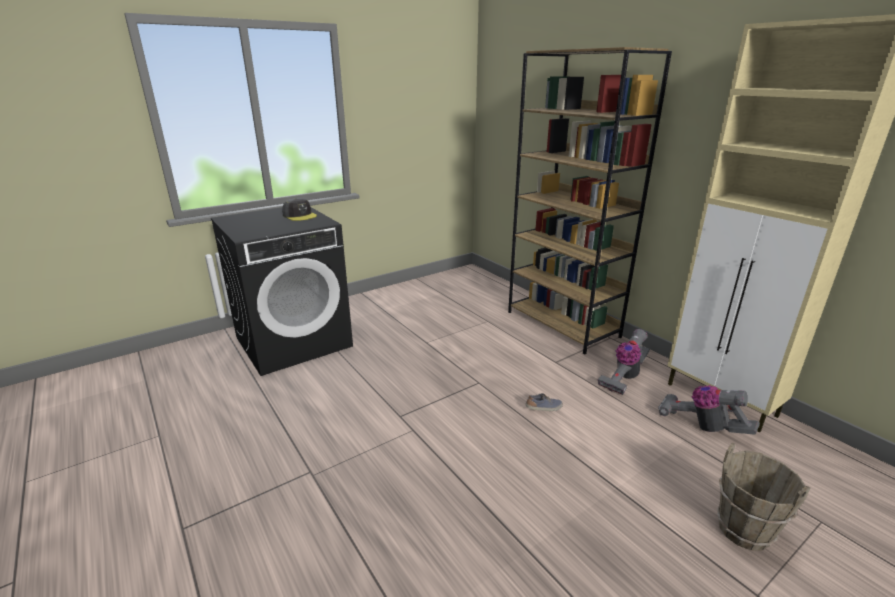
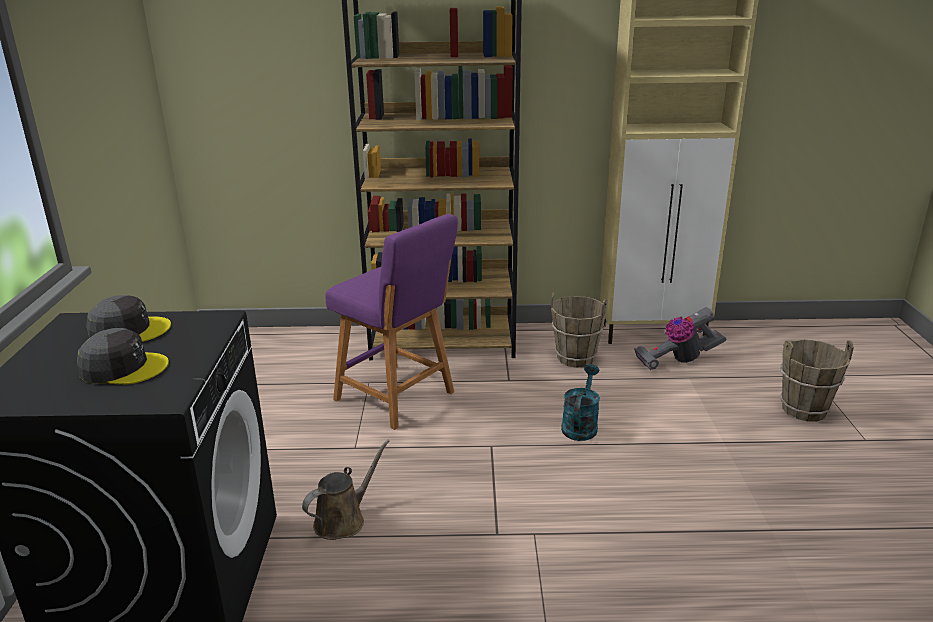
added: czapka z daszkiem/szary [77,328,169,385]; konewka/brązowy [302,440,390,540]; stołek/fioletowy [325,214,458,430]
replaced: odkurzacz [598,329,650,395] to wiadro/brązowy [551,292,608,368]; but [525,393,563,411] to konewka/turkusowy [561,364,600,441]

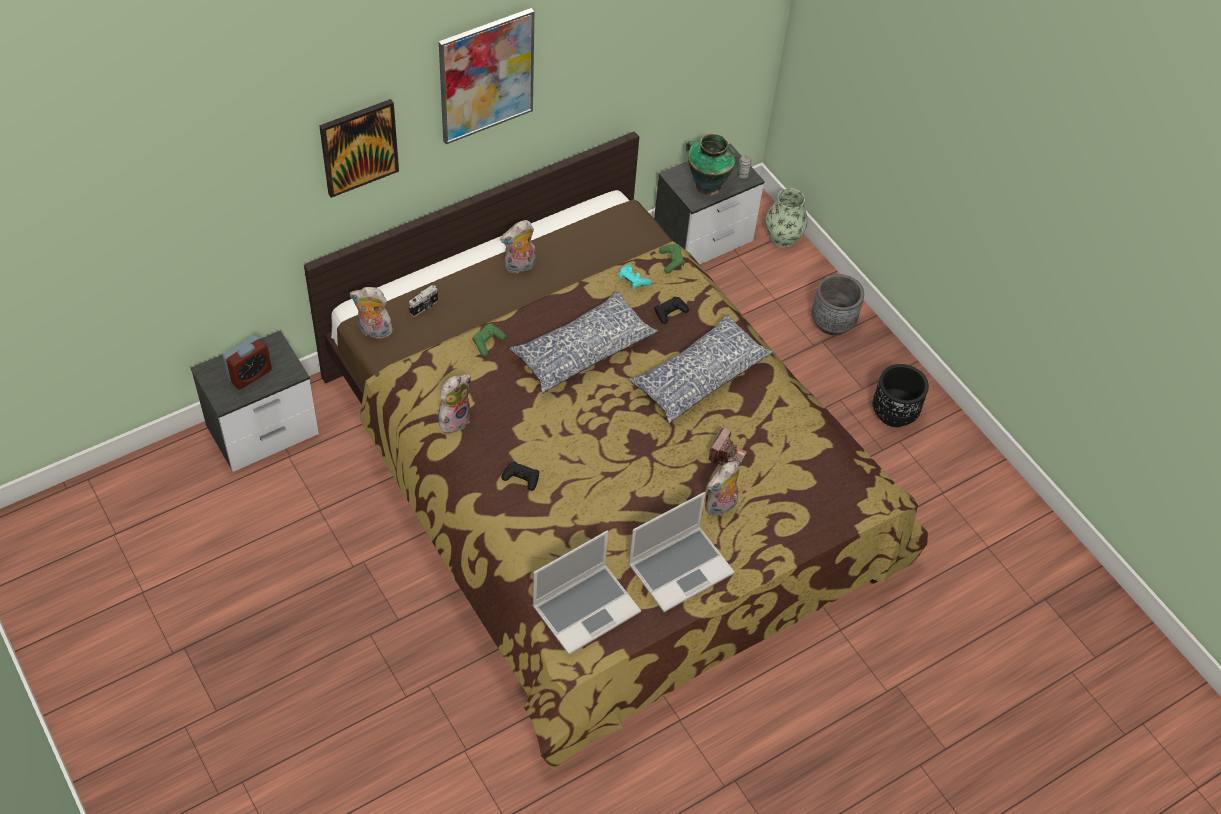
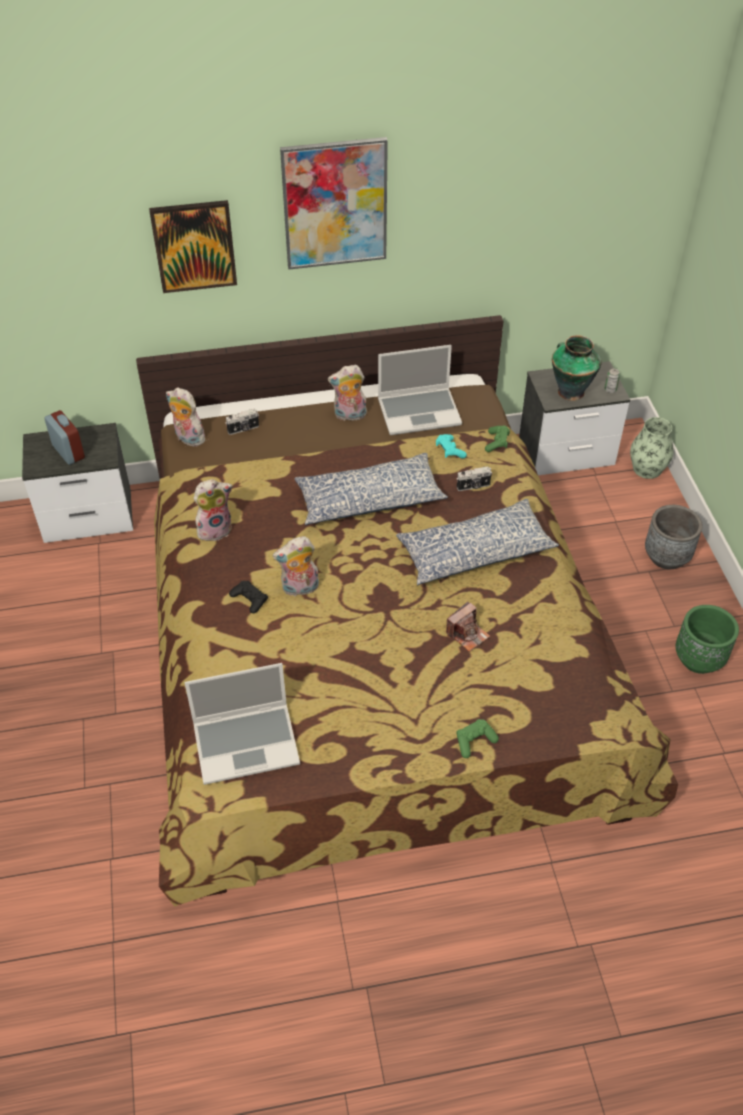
moved: pluszak [705,461,739,516] to [272,536,319,597]; laptop [628,492,735,612] to [378,345,462,435]; pad do gier/zielony [472,324,506,357] to [456,719,499,758]
replaced: pad do gier/czarny [654,297,689,324] to aparat fotograficzny [456,466,492,491]
recoloured: donica/czarny [873,364,929,427] to donica/zielony [675,605,739,674]
turned: budzik [223,335,272,390] = [44,410,85,465] 105 degrees counterclockwise

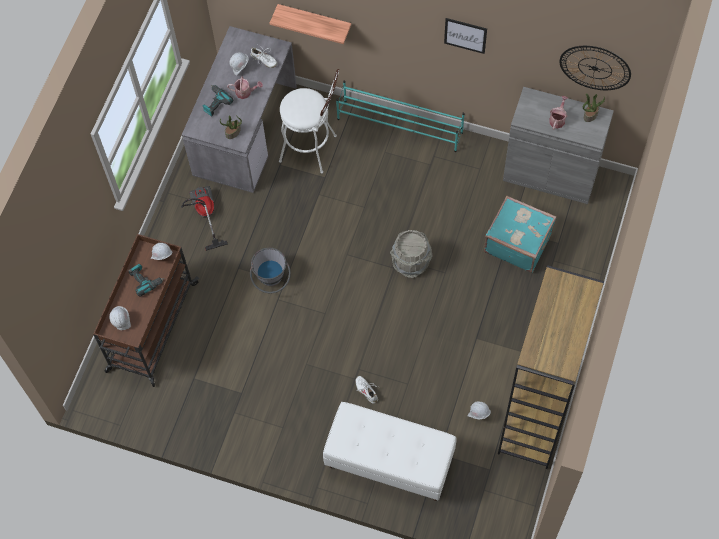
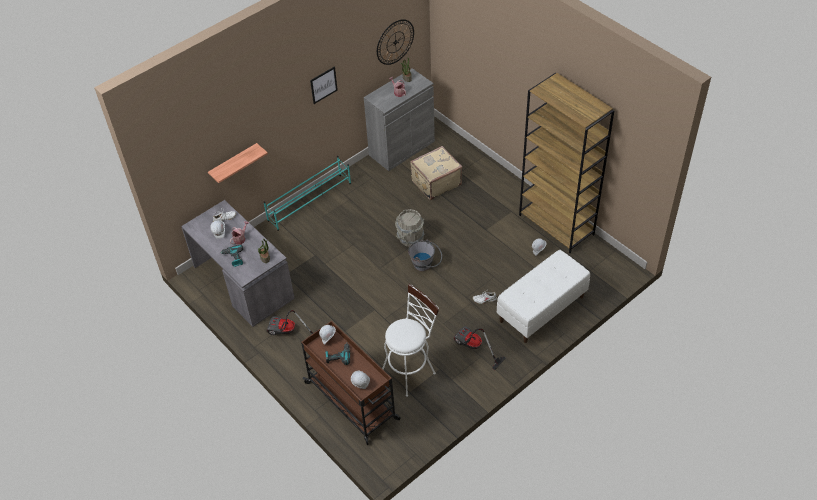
added: odkurzacz [453,326,506,370]
moved: stołek/biały [279,69,339,174] to [382,284,439,397]; wiadro/szary [250,248,291,294] to [408,240,442,271]
recoloured: walizka/turkusowy [484,196,557,273] to walizka/beżowy [410,146,462,200]

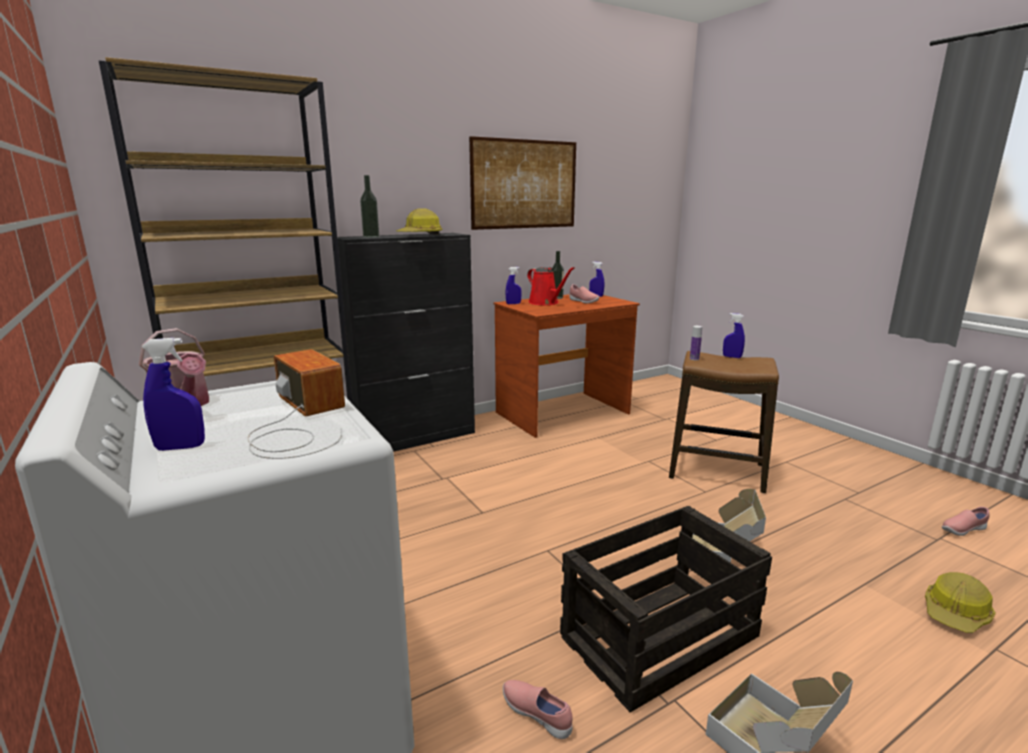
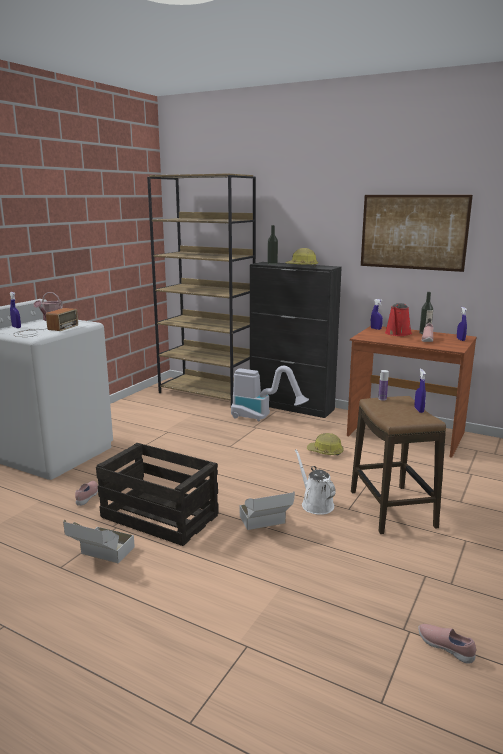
added: odkurzacz [231,366,309,422]; konewka/biały [295,449,336,515]
moved: kask [925,572,996,633] to [307,433,344,456]

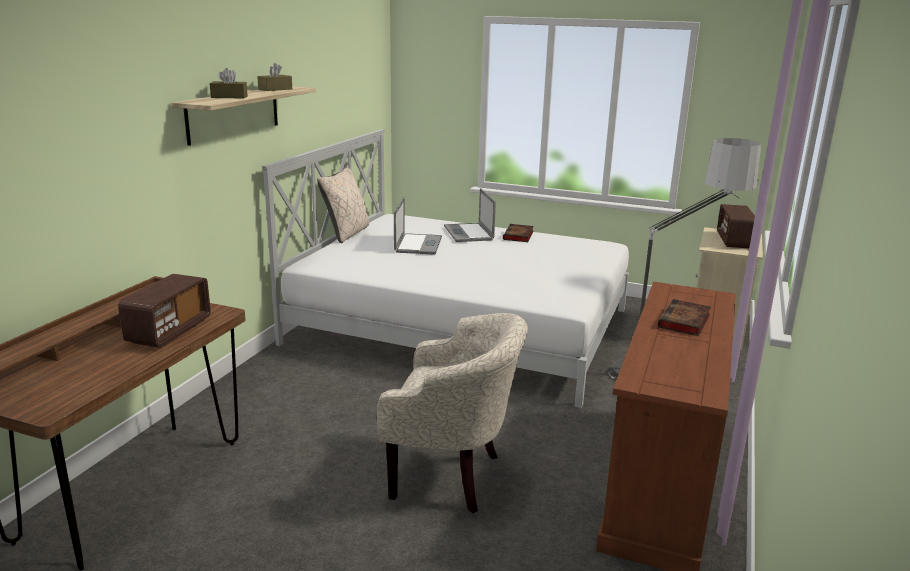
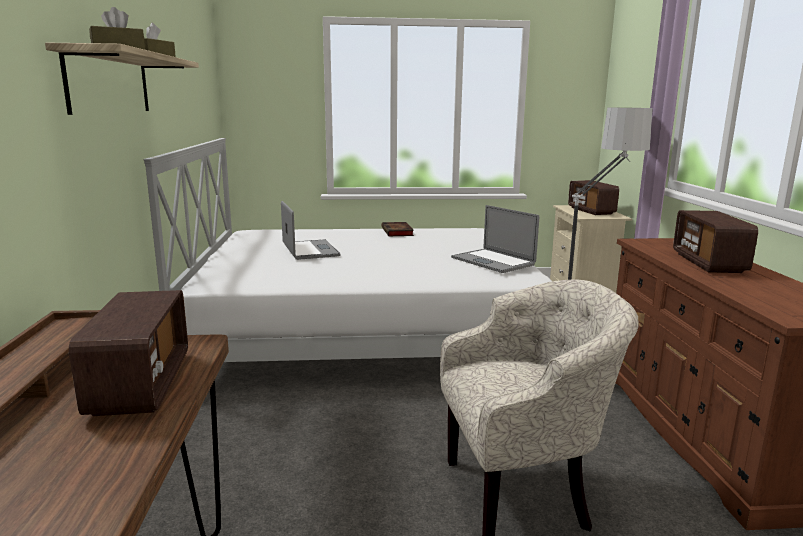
removed: poduszka/beżowy [317,165,369,243]
moved: laptop [444,188,496,242] to [451,205,539,273]
replaced: książka [658,299,711,336] to radio [673,210,758,273]

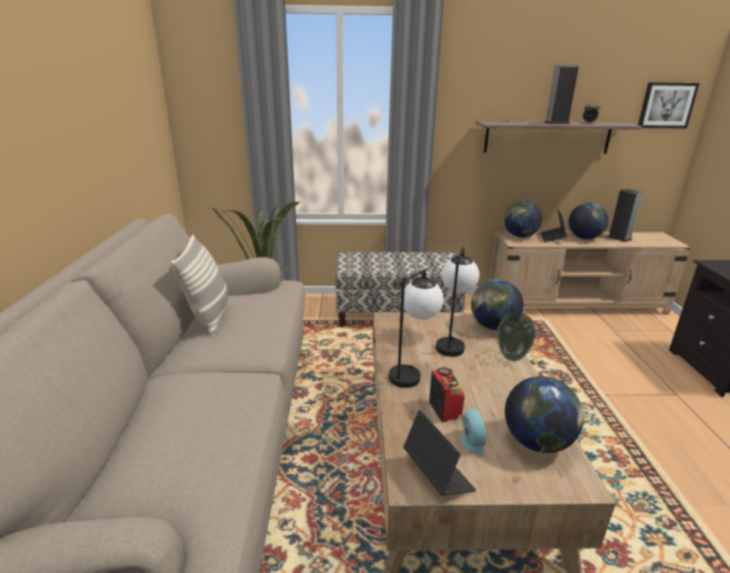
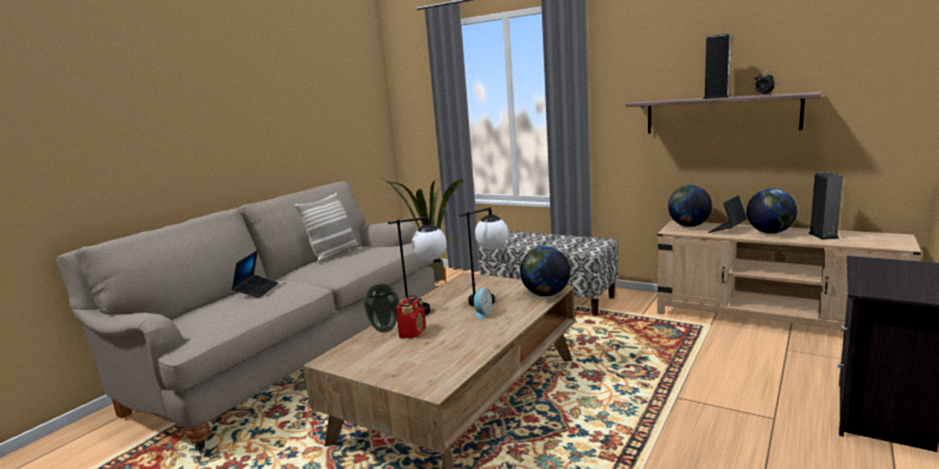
removed: globus [505,376,584,453]; obraz [638,82,700,129]
moved: laptop [403,410,476,496] to [231,250,278,298]; wazon [497,312,536,361] to [363,284,400,333]; budzik [461,409,487,455] to [473,288,493,319]

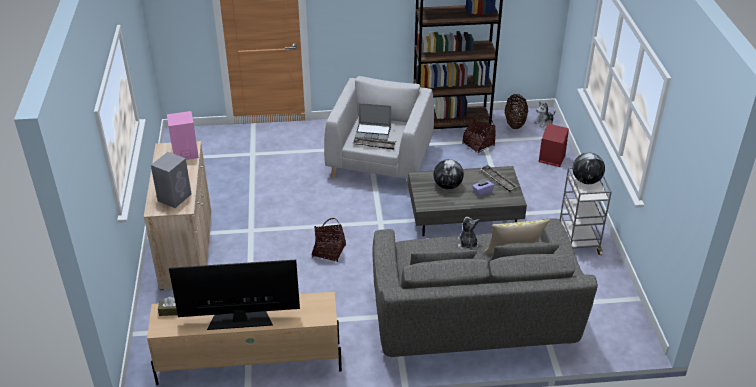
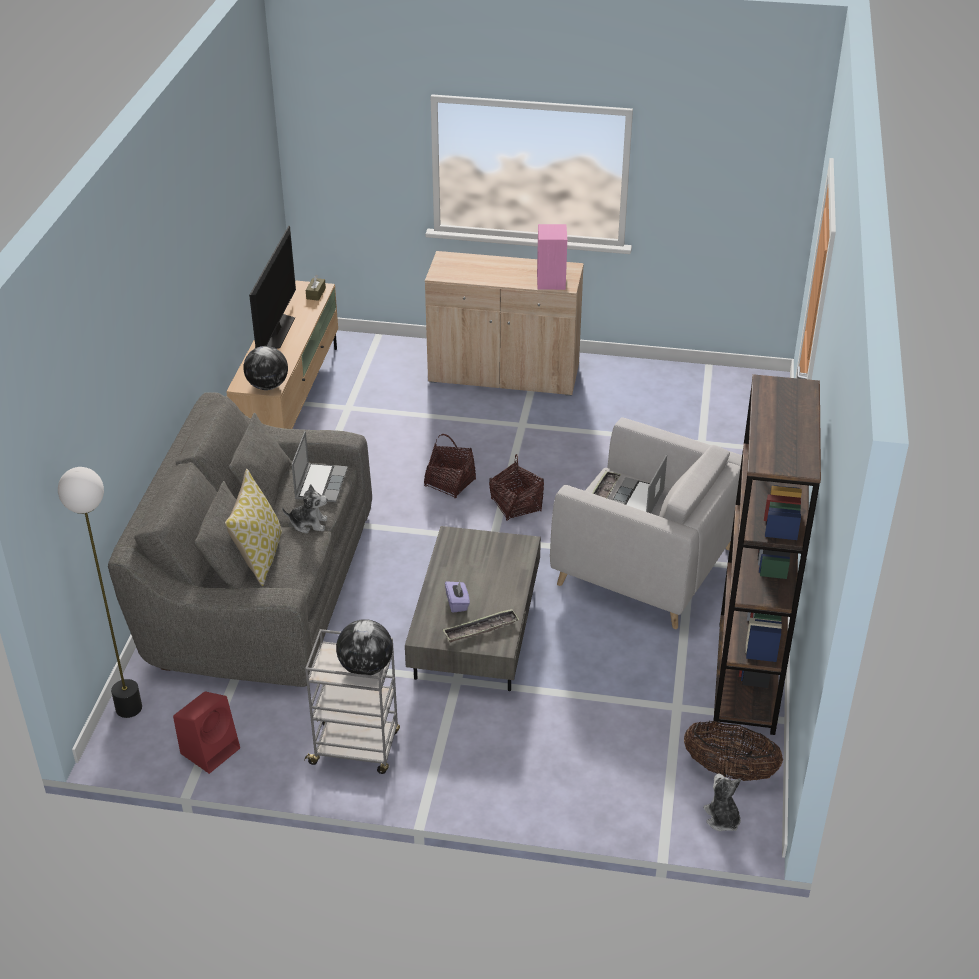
removed: głośnik/szary [151,152,192,208]
added: lampa stojąca [58,467,142,718]; laptop [292,431,348,502]
moved: głośnik/czerwony [539,124,569,167] to [173,691,240,774]; globus [433,159,464,189] to [244,346,288,390]; koszyk [462,115,496,154] to [489,454,544,520]

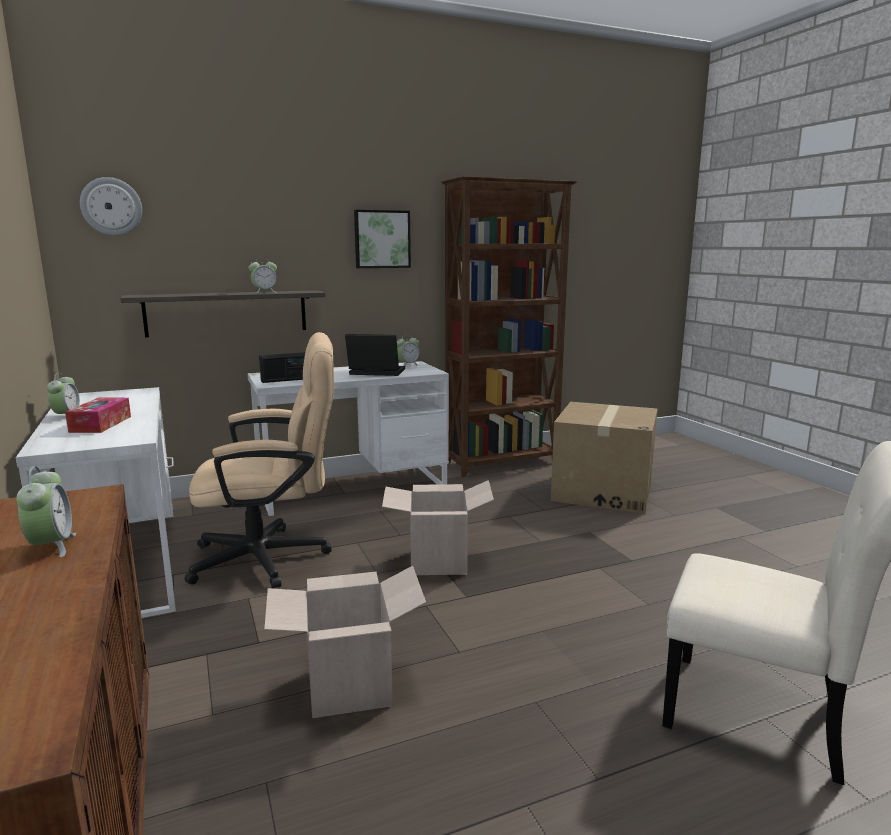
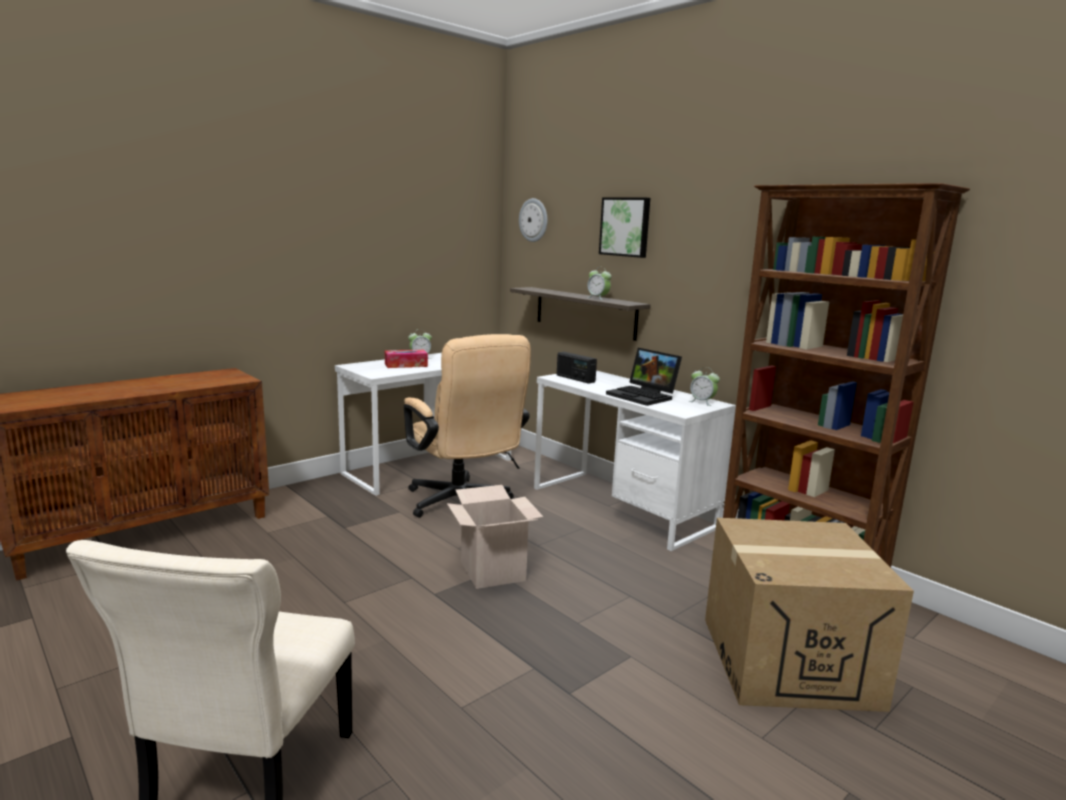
removed: budzik [16,466,76,557]; karton [264,566,426,718]
moved: obraz [354,210,411,268] to [599,197,650,258]
turned: laptop [345,334,405,376] = [606,348,682,406] 150 degrees clockwise

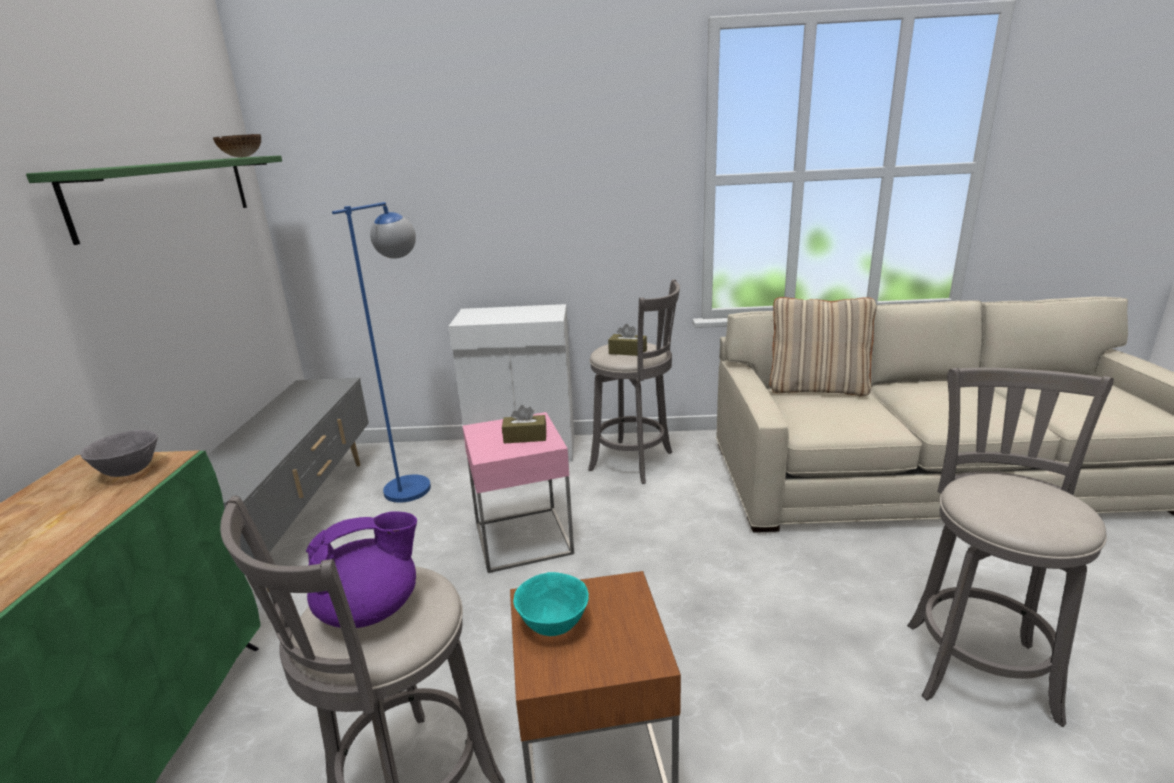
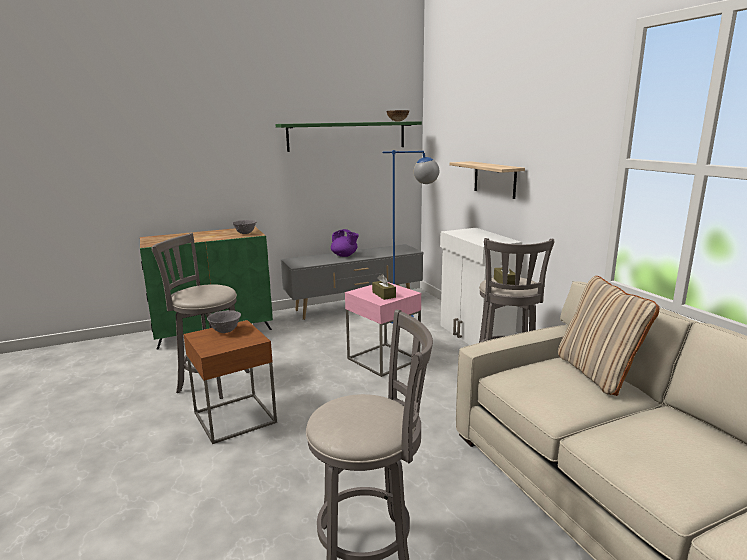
added: półka [450,161,525,199]
moved: imbryk/fioletowy [306,512,417,628] to [331,229,359,257]
recoloured: miska/turkusowy [513,572,589,636] to miska/szary [207,310,241,333]

